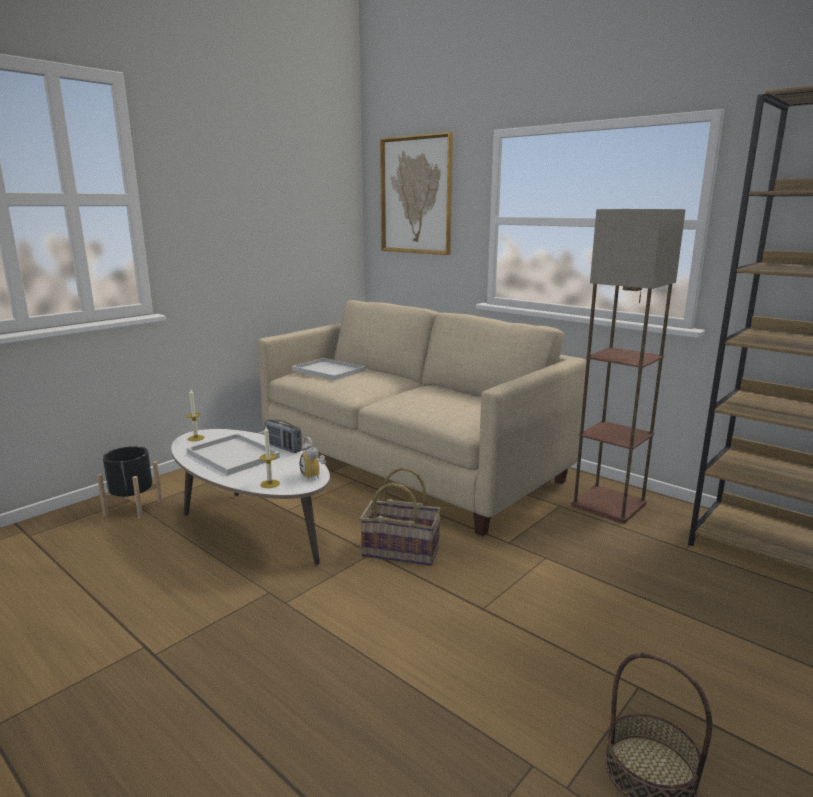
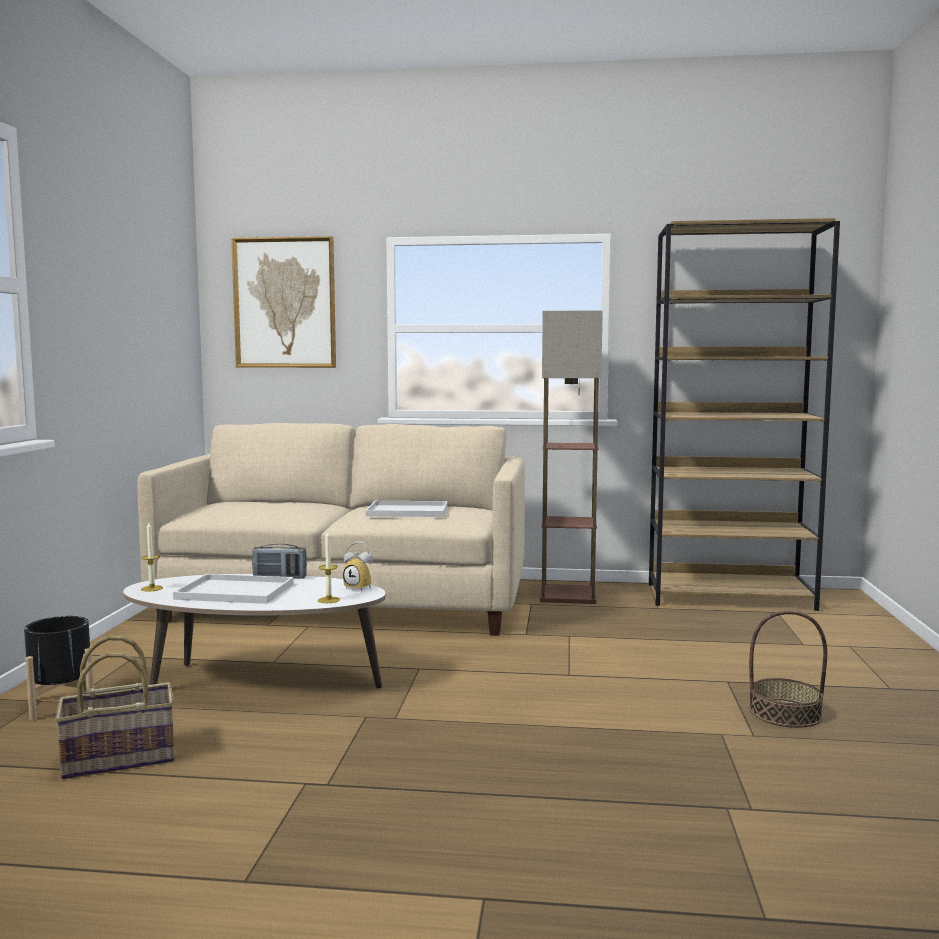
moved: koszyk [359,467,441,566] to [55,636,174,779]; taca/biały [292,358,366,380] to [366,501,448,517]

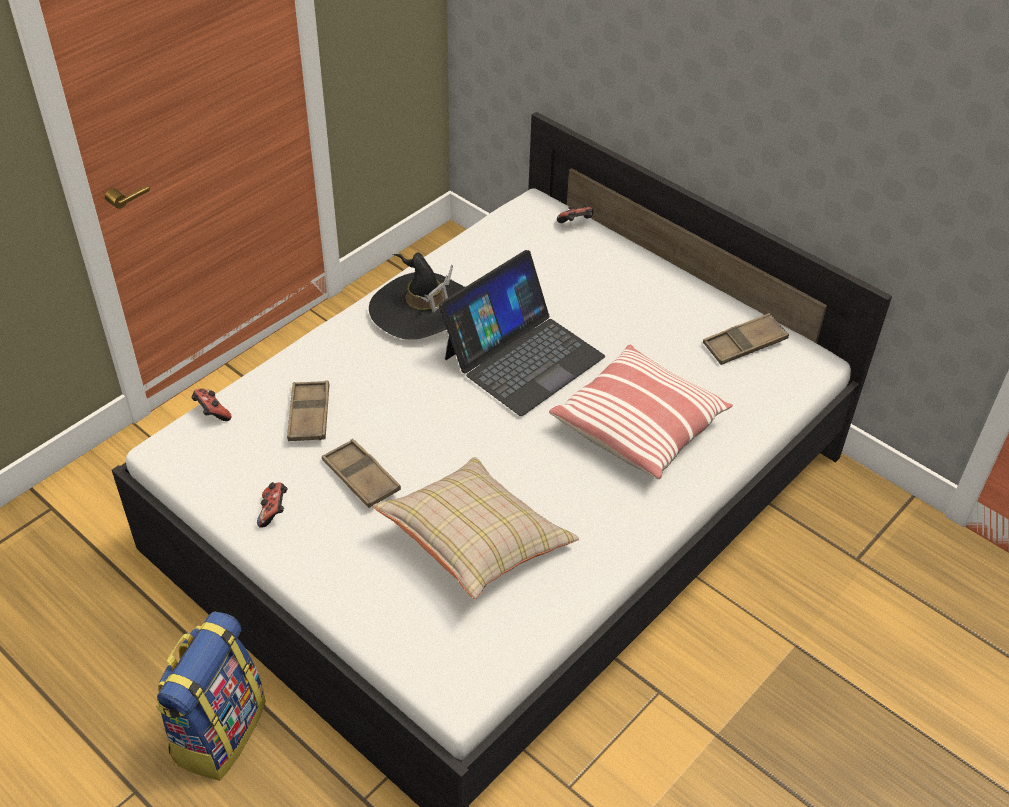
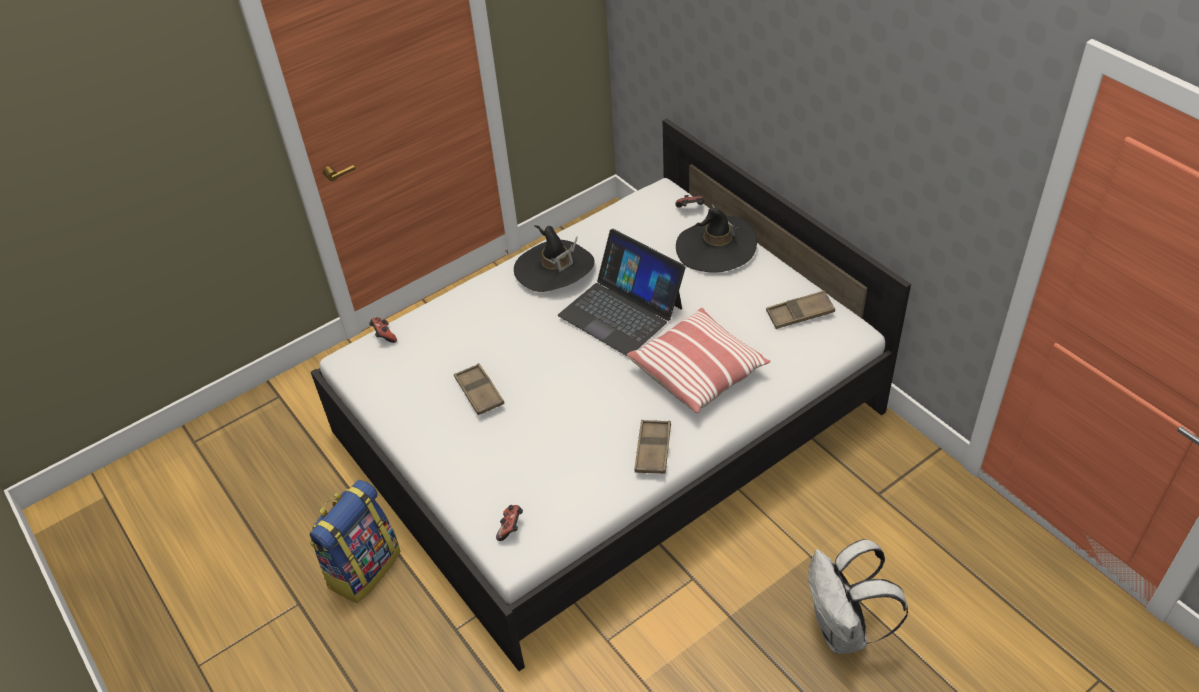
removed: poduszka/beżowy [373,457,579,599]
added: kapelusz/czarny [676,204,757,273]; plecak/biały [808,539,908,654]
moved: pad do gier [257,482,288,528] to [496,505,523,541]; taca/brązowy [287,380,330,441] to [634,420,671,474]
turned: laptop [439,250,605,416] = [558,229,686,356] 75 degrees clockwise

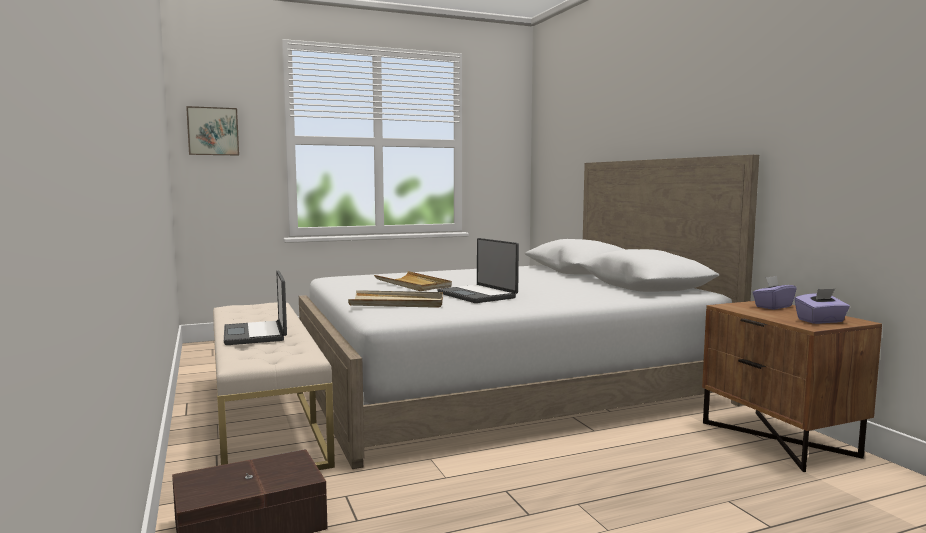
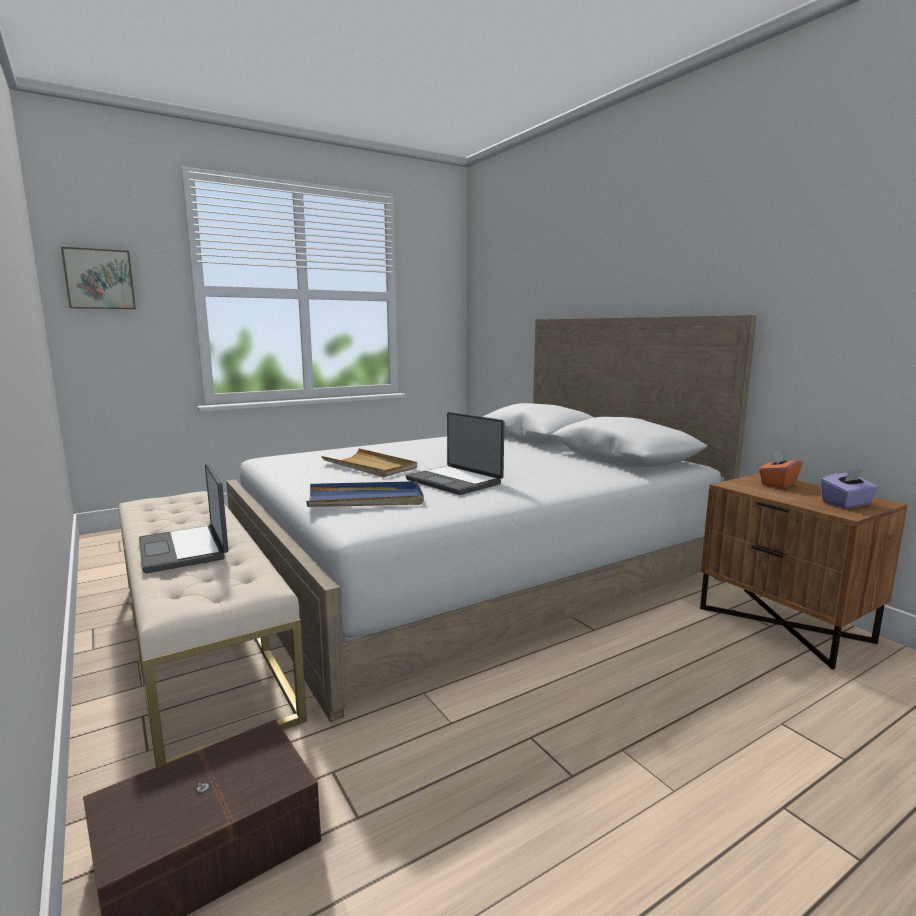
recoloured: taca/beżowy [348,290,443,308] to taca/niebieski [306,481,424,507]; pudełko chusteczek/fioletowy [752,276,797,310] to pudełko chusteczek/pomarańczowy [759,450,802,488]

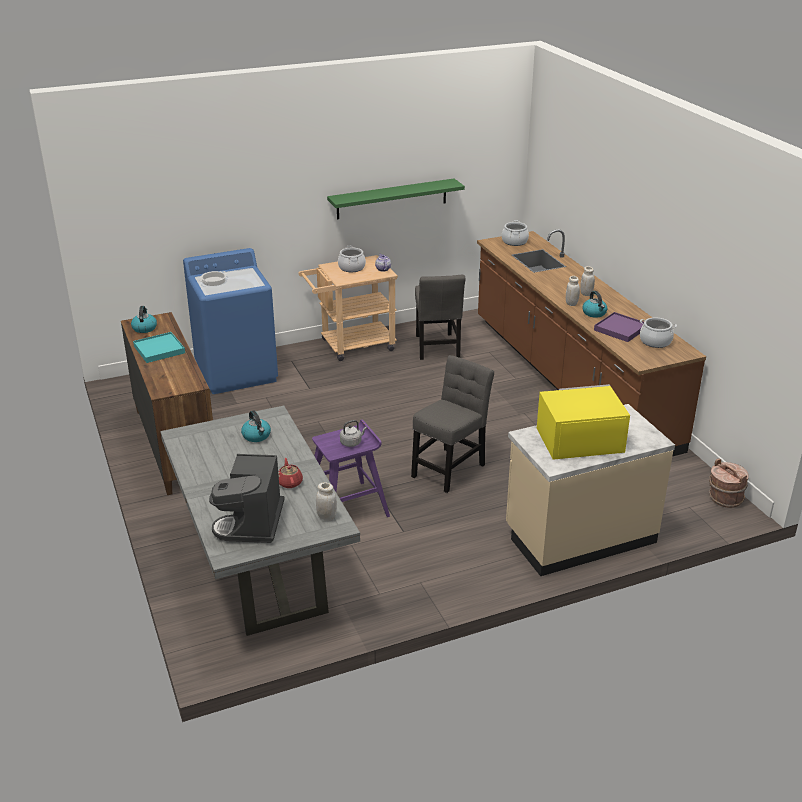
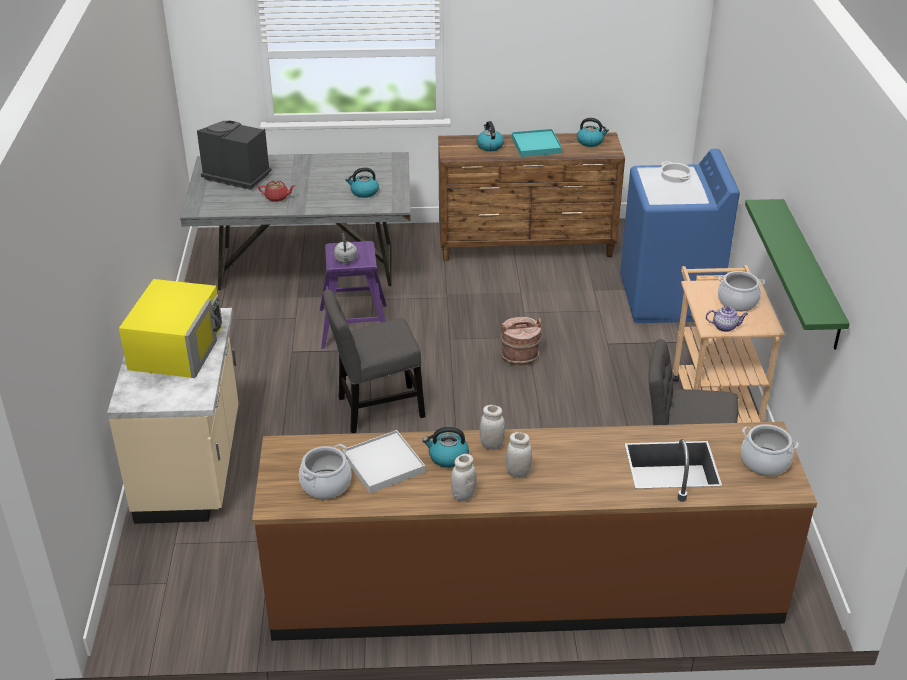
added: czajnik [477,121,504,151]
moved: słoik/biały [316,482,337,521] to [451,454,477,501]; wiadro/brązowy [709,458,748,508] to [500,317,542,366]
recoloured: taca/fioletowy [594,312,644,342] to taca/biały [343,430,425,493]
turned: krzesło/szary [411,355,494,493] = [323,289,425,433] 105 degrees clockwise

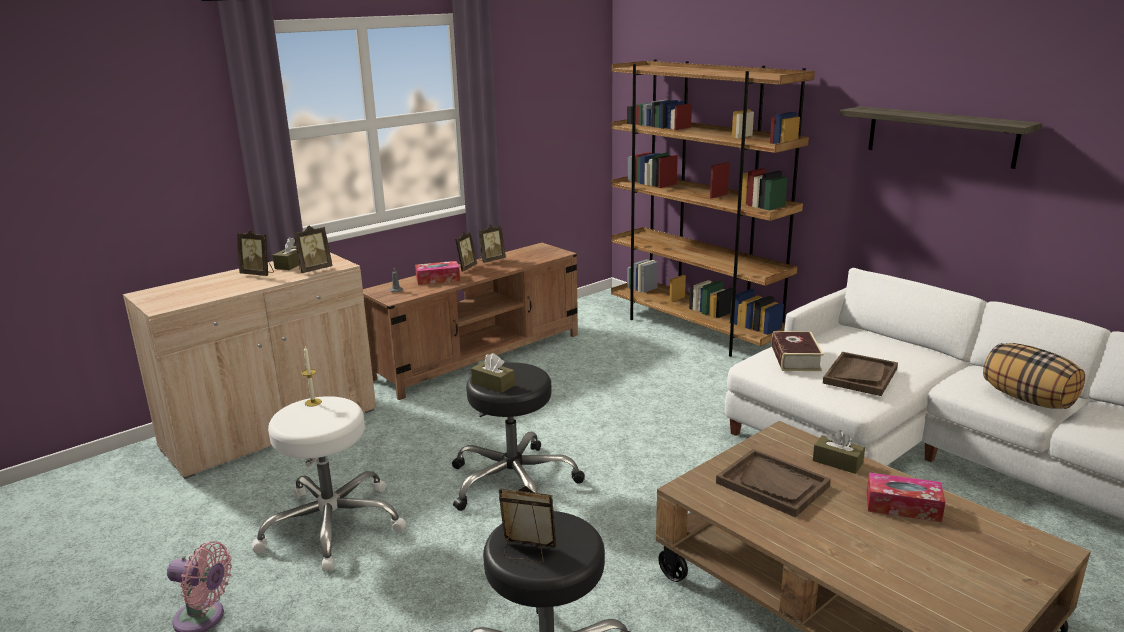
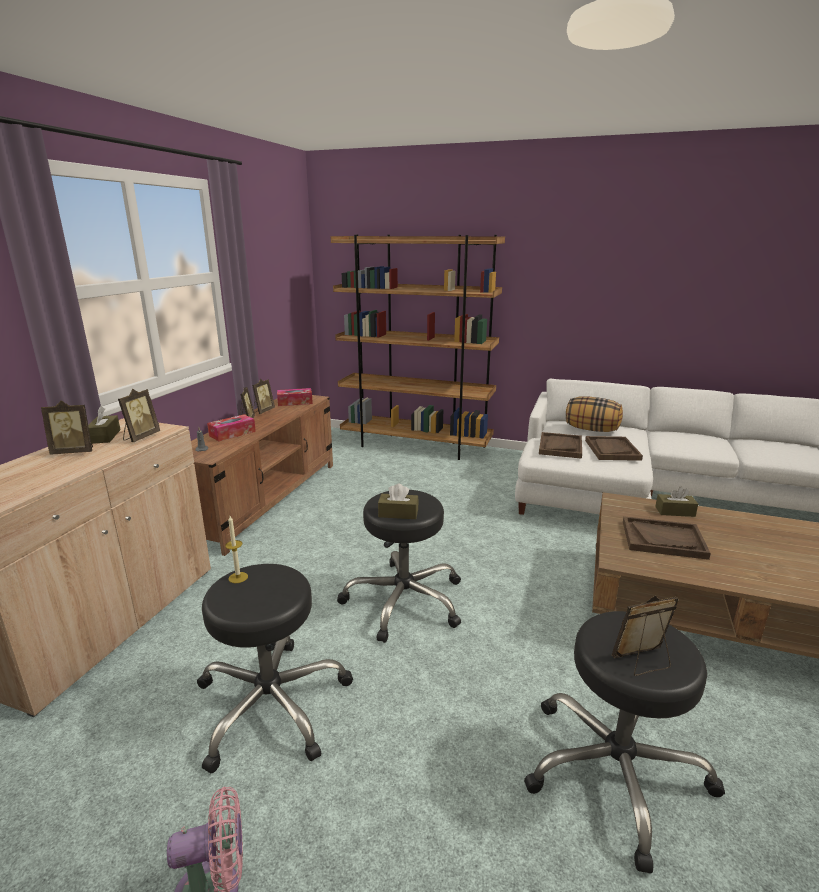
removed: półka [839,106,1043,169]
moved: pudełko chusteczek [867,473,946,522] to [277,388,313,406]; poduszka [983,343,1085,409] to [566,397,623,432]
replaced: książka [772,331,824,371] to taca/brązowy [539,432,582,459]
recoloured: stołek/biały [251,396,406,572] to stołek/czarny [197,564,353,773]

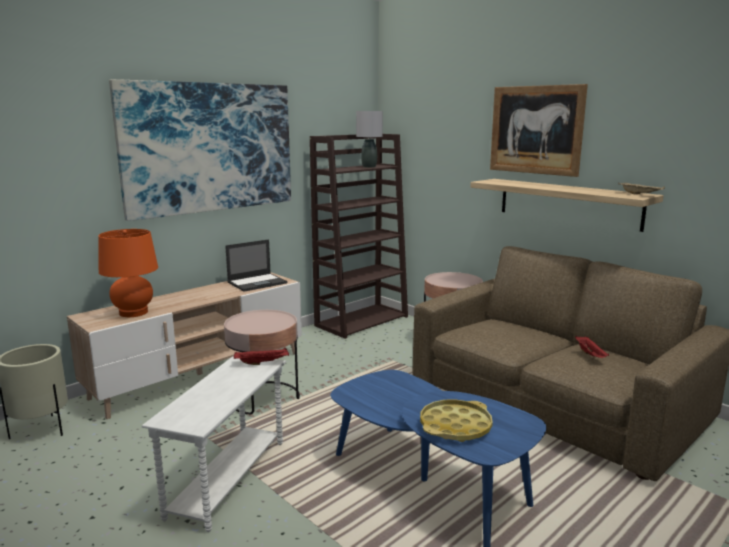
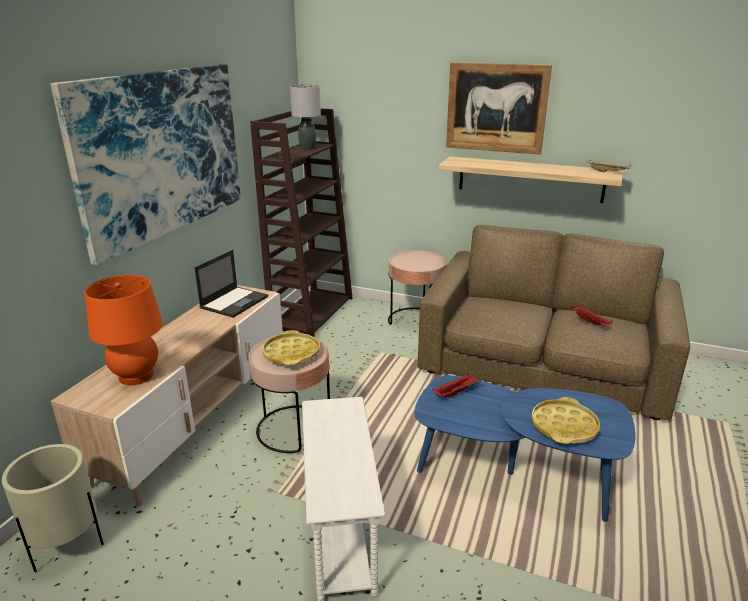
added: taca/żółty [262,330,320,365]
moved: taca/czerwony [234,347,289,365] to [432,373,481,398]

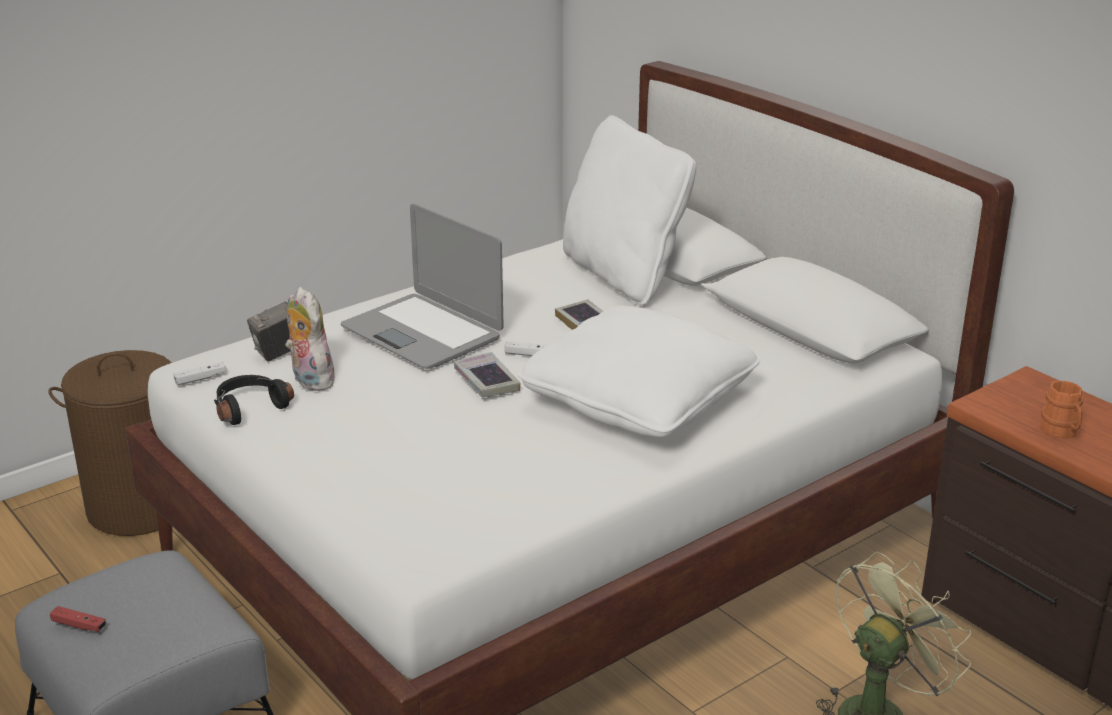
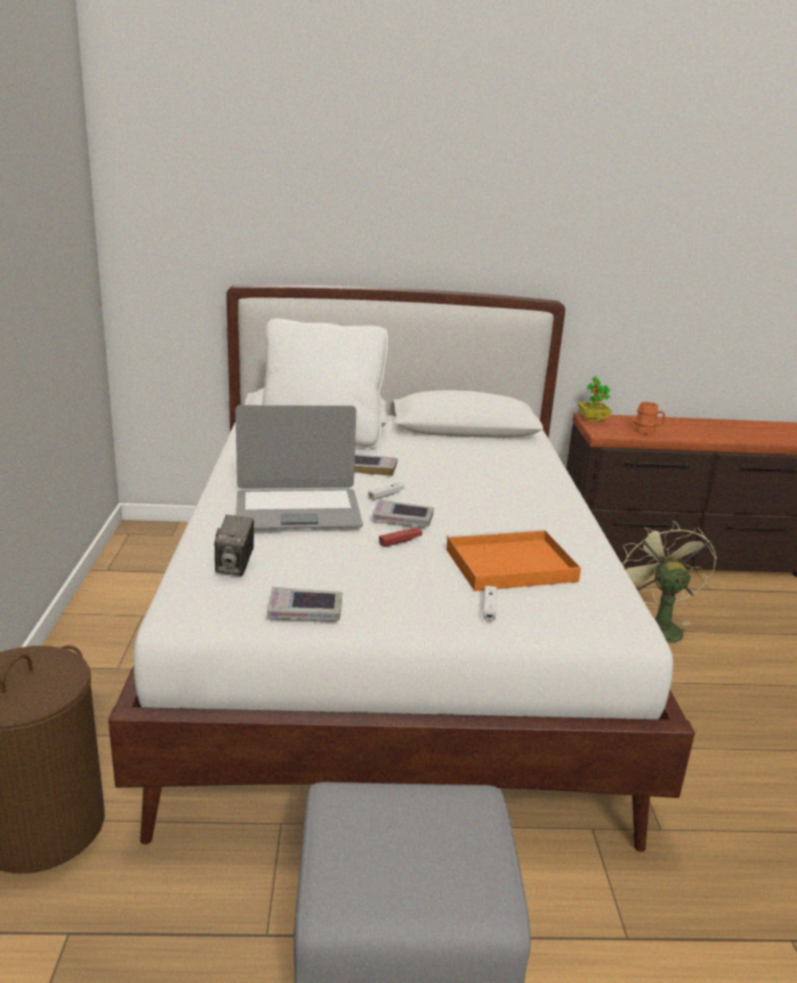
removed: pluszak [285,287,335,391]; poduszka/biały [518,305,760,438]
added: taca/pomarańczowy [446,529,581,591]; roślina doniczkowa [578,376,612,421]
moved: pad do gier/czerwony [50,606,106,632] to [379,527,422,547]; pad do gier/biały [173,362,226,386] to [483,586,497,622]
replaced: słuchawki/czarny [214,375,294,425] to książka [267,587,342,620]

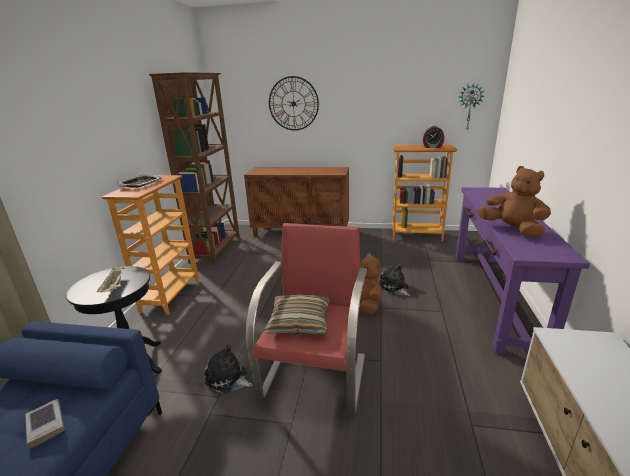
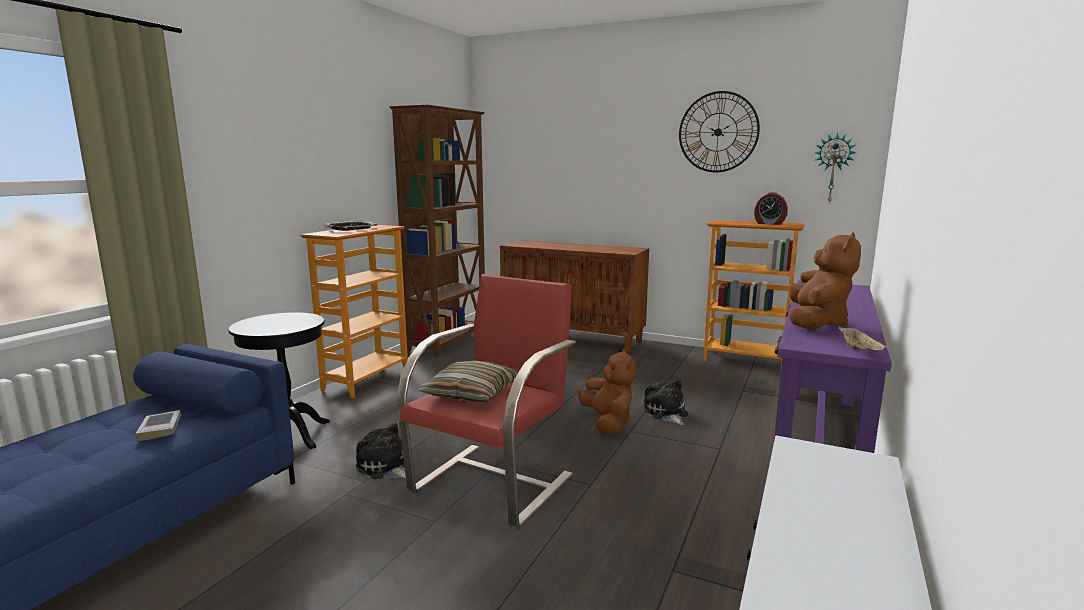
moved: zegar ścienny [269,76,319,131] to [679,91,760,173]; taca/beżowy [97,268,125,292] to [838,326,888,351]
turned: pluszak/brązowy [478,166,551,237] = [789,233,861,330] 45 degrees clockwise

